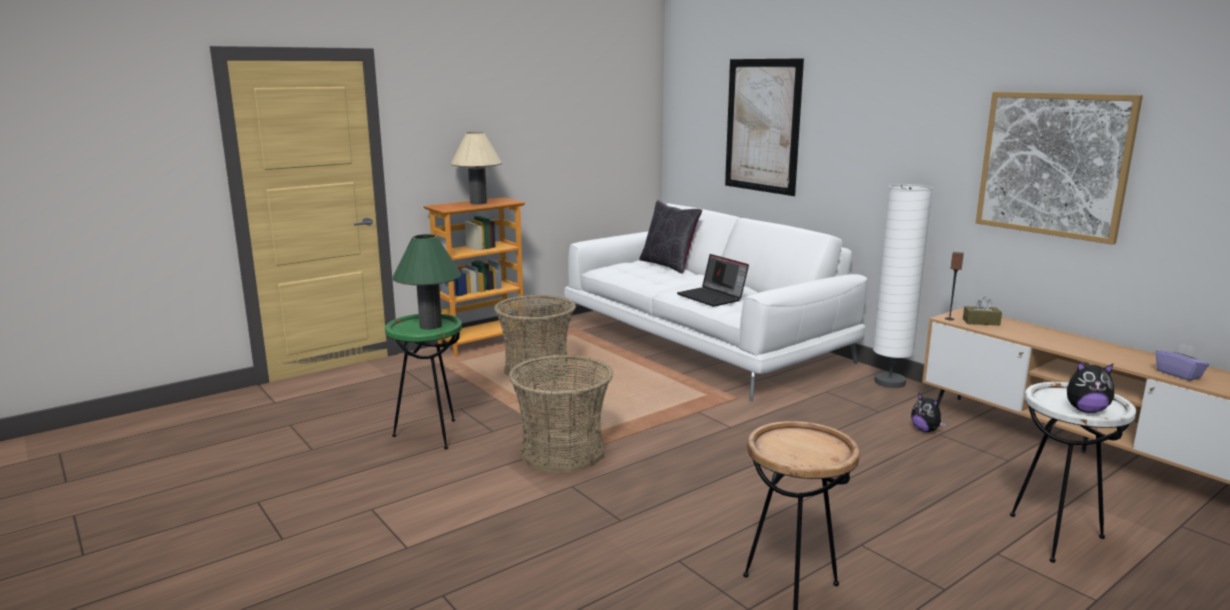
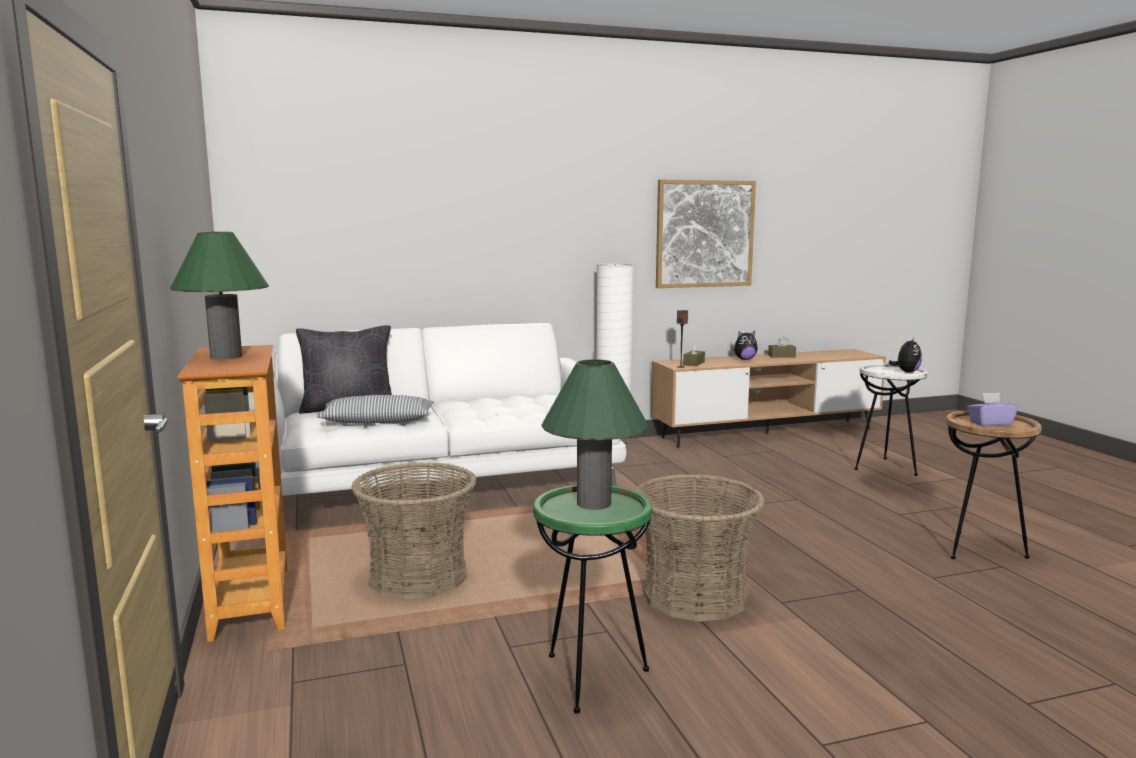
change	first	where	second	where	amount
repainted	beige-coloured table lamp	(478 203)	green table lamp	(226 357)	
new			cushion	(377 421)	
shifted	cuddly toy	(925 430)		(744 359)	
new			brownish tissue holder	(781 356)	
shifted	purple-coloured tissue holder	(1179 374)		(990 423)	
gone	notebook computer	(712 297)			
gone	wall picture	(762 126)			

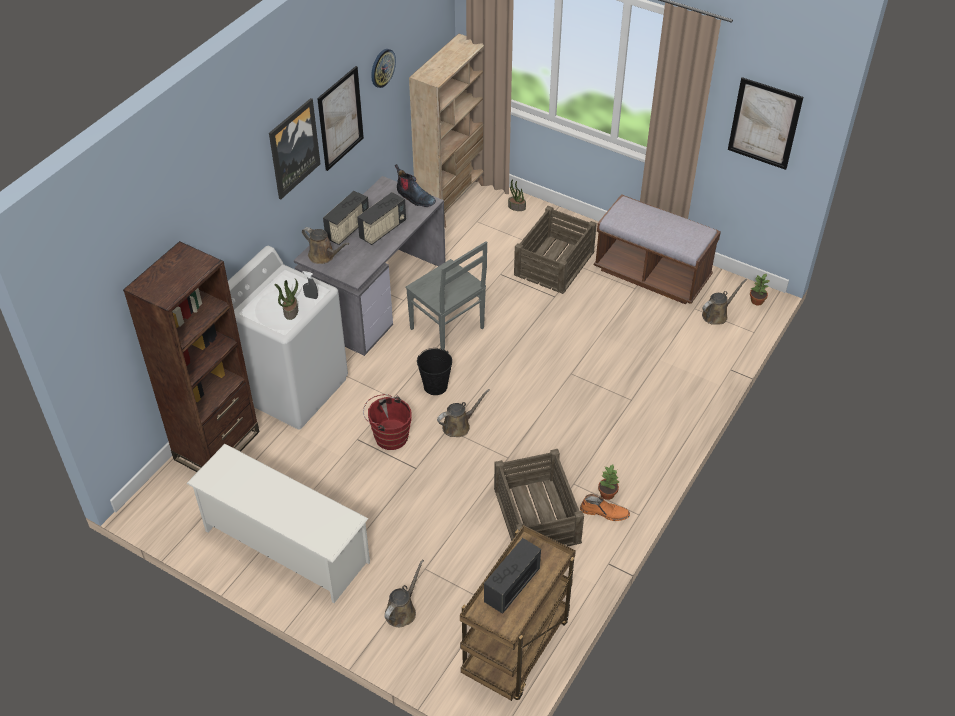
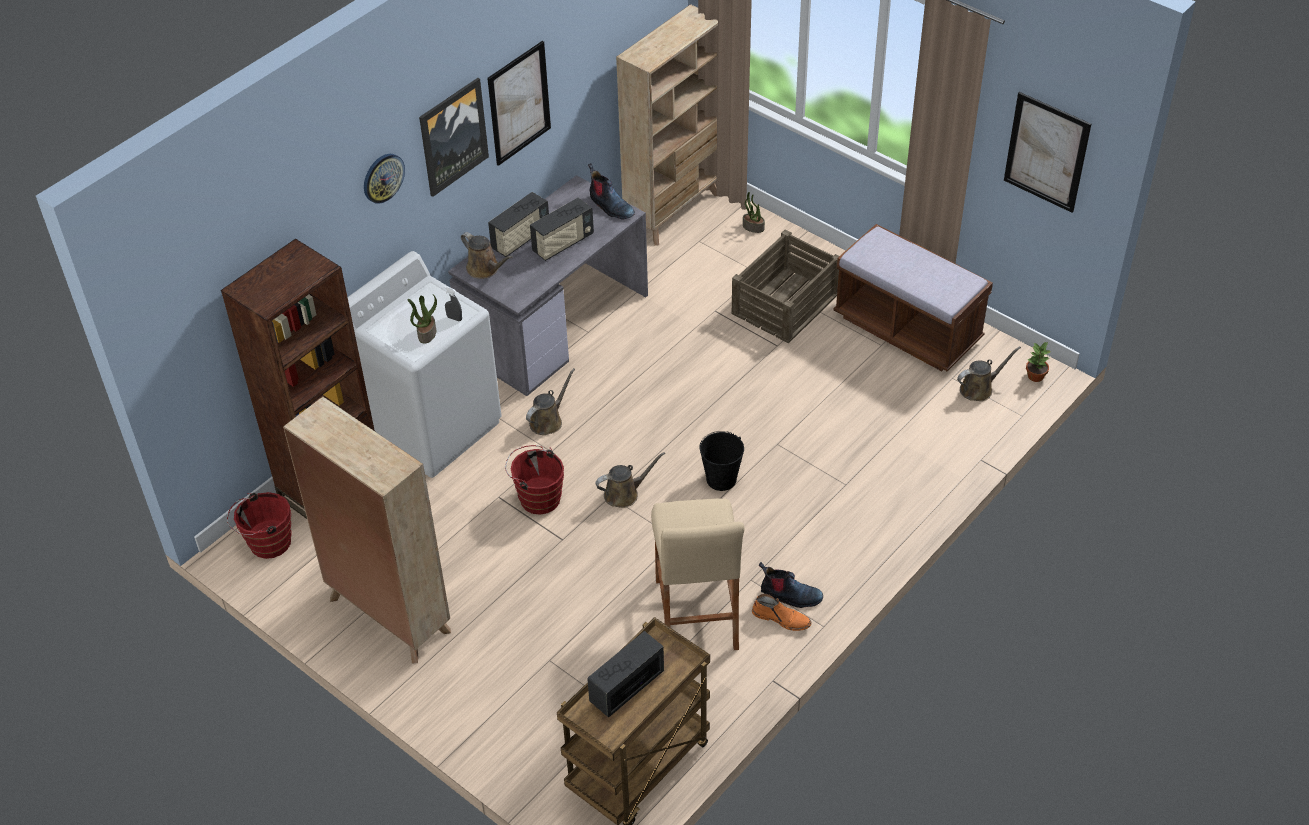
change	first	where	second	where	amount
new			red bucket	(266 543)	
swapped	white shoe rack	(285 546)	beige-coloured bookshelf	(389 614)	
shifted	wall clock	(382 67)		(383 177)	
shifted	brownish sprinkling can	(402 611)		(548 421)	
swapped	packing crate	(536 516)	beige-coloured stool seat	(696 613)	
shifted	black bucket	(435 386)		(721 479)	
swapped	potted plant	(607 493)	tall boot	(790 596)	
gone	greyish plain chair	(448 329)			

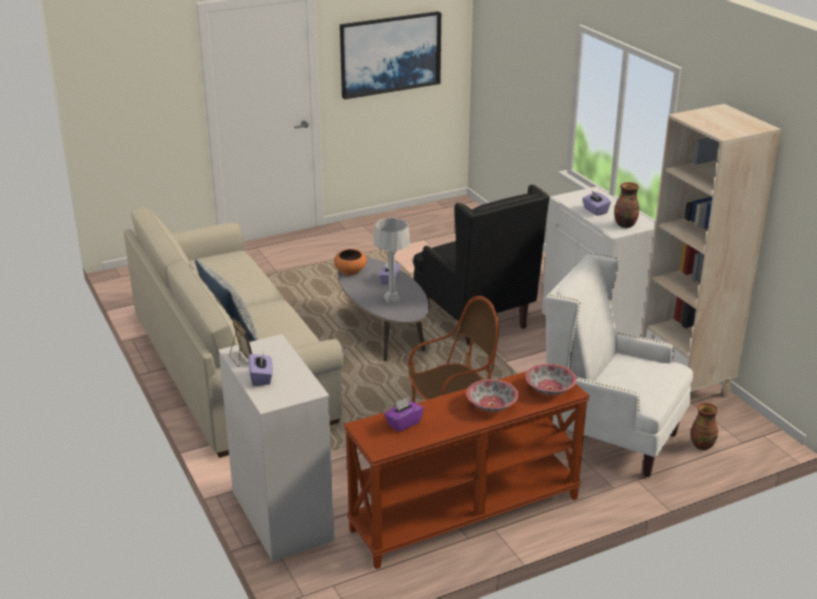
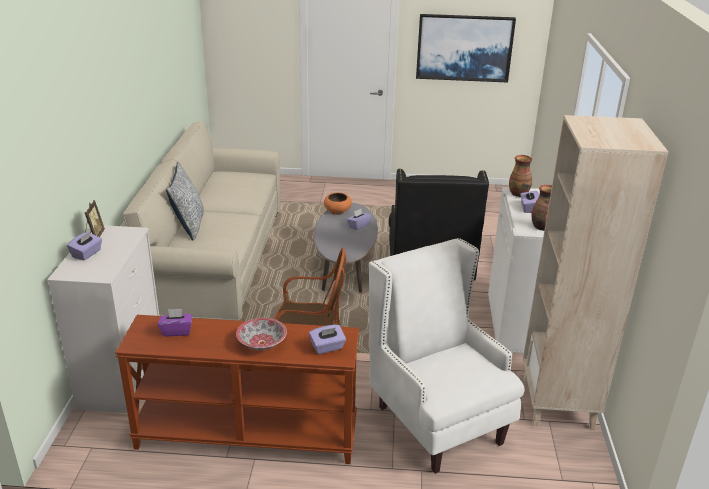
change	first	where	second	where	amount
swapped	deep dish	(549 388)	purple-coloured tissue holder	(327 347)	
shifted	vase	(702 445)		(519 194)	
gone	greyish table lamp	(392 299)			

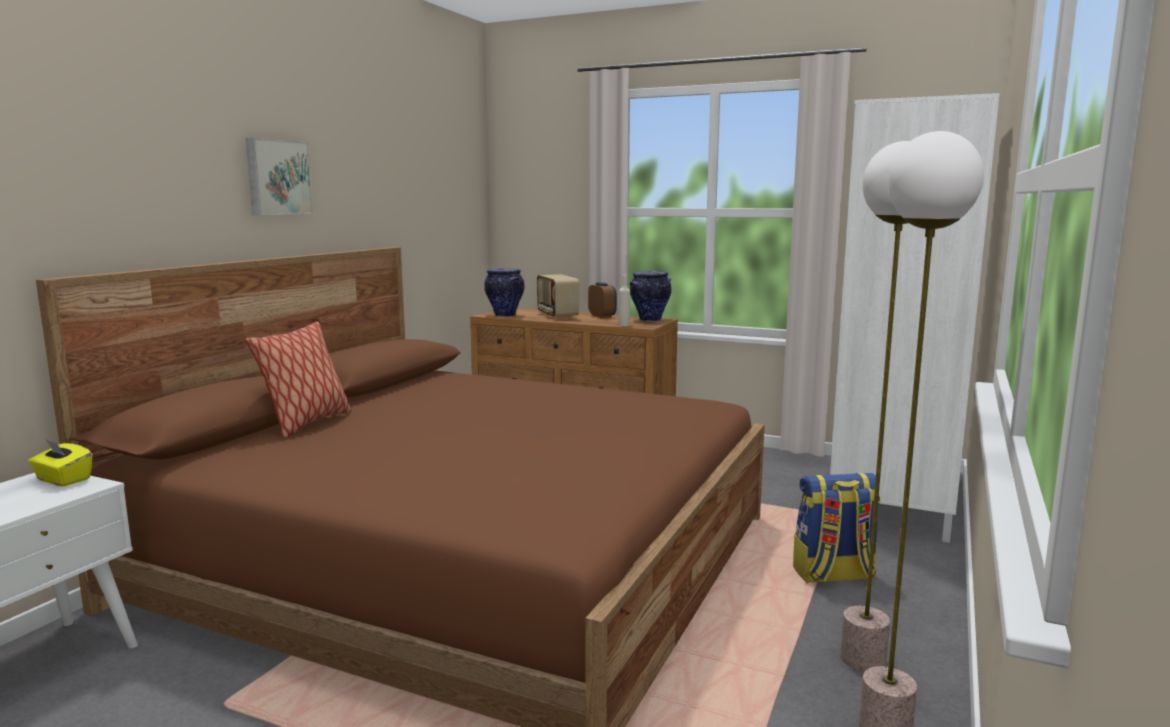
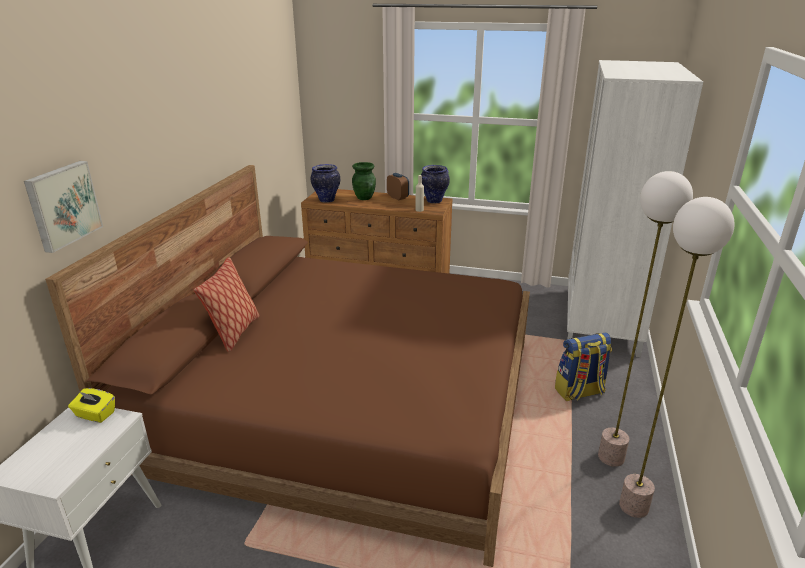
change	first	where	second	where	amount
shifted	wall picture	(277 177)		(62 205)	
swapped	radio receiver	(557 315)	green vase	(364 198)	

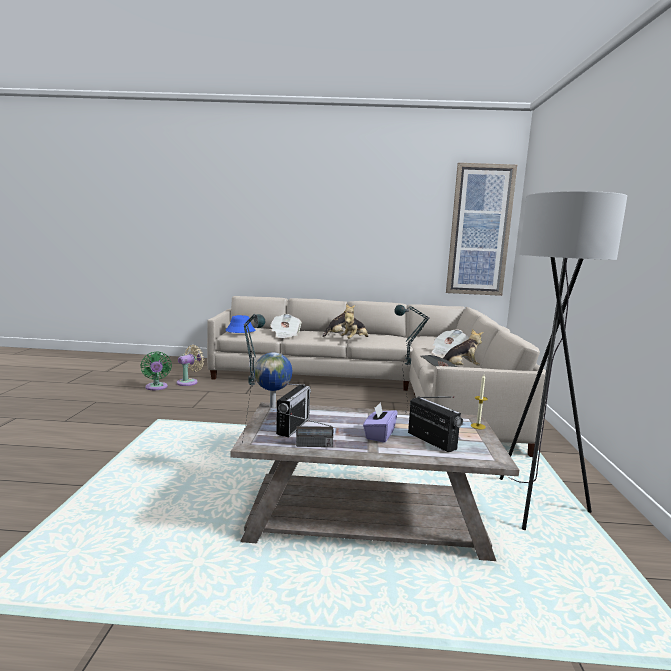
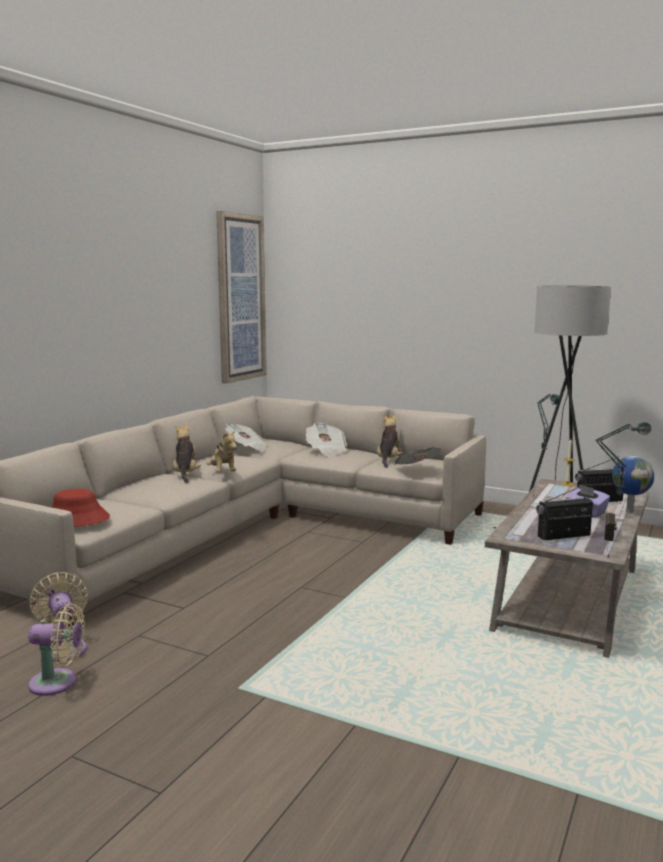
change	first	where	second	where	amount
repainted	green cooling fan	(156 387)	beige-coloured cooling fan	(58 683)	
repainted	blue-coloured hat	(240 331)	red hat	(76 519)	
shifted	printed paper	(285 335)		(247 448)	
rotated	radio receiver	(293 426)		(564 536)	60 degrees counterclockwise
shifted	desk globe	(273 406)		(629 511)	

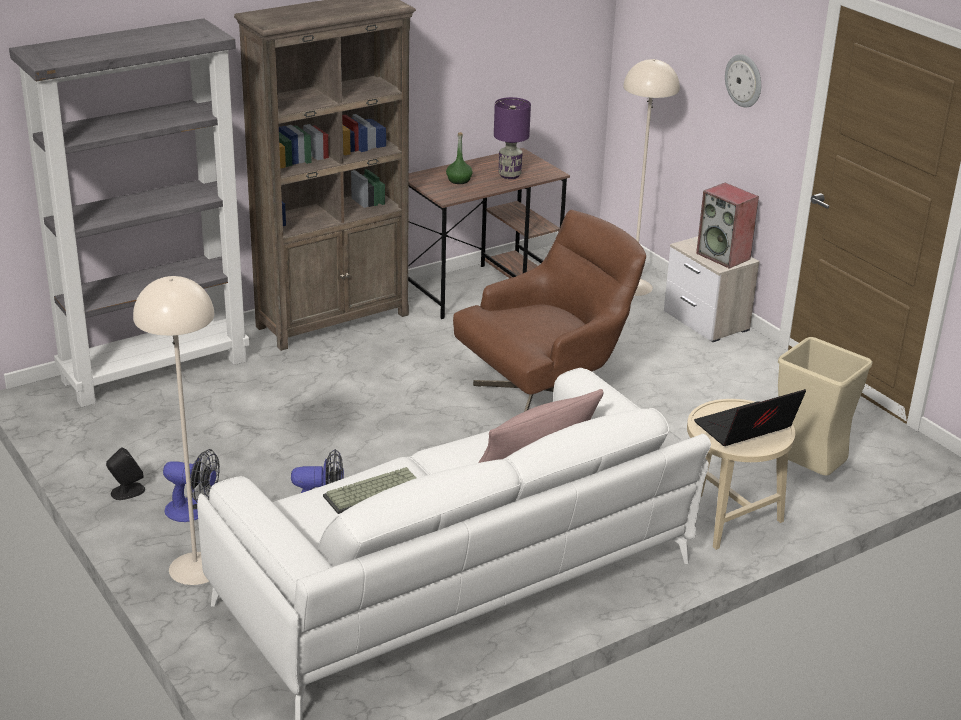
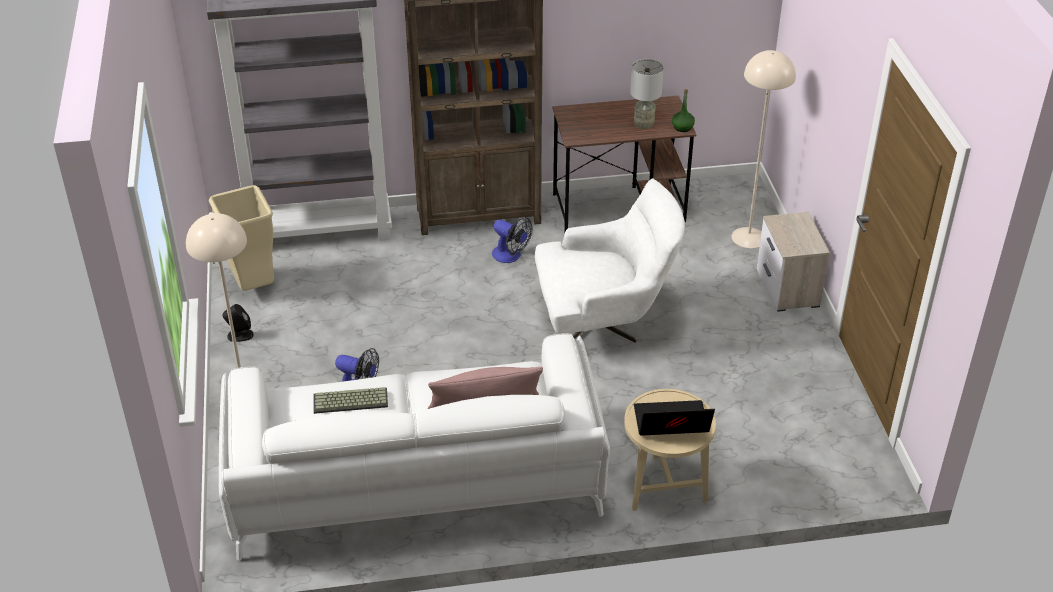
change	first	where	second	where	amount
shifted	beige-coloured trash can	(807 473)		(253 286)	
shifted	cooling fan	(193 511)		(510 256)	
repainted	brownish easy chair	(546 386)	white easy chair	(604 321)	
repainted	purple-coloured table lamp	(509 175)	greyish table lamp	(644 124)	
shifted	green bottle	(459 180)		(682 127)	
gone	audio speaker	(724 256)			
gone	wall clock	(744 80)			

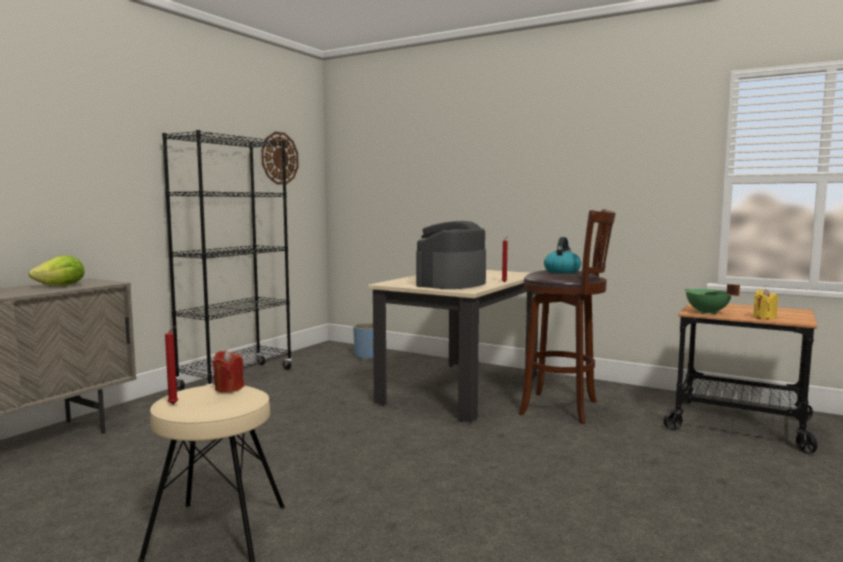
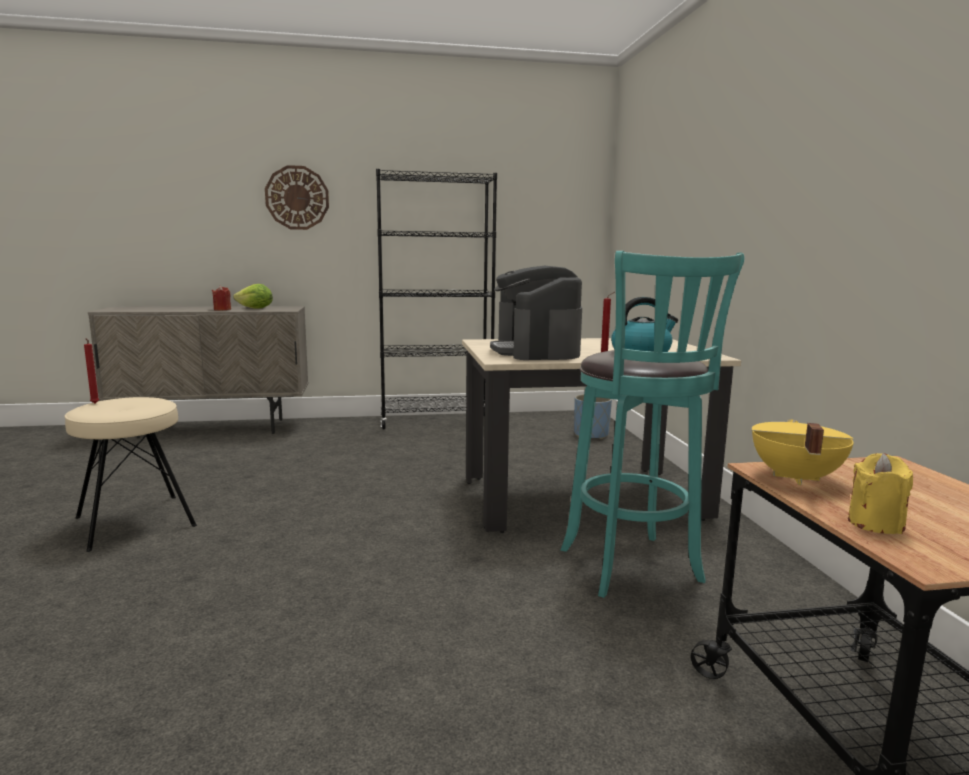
change	first	where	second	where	amount
shifted	red wax candle	(229 388)		(222 309)	
shifted	wall clock	(279 158)		(297 198)	
rotated	coffee machine	(451 283)		(536 351)	90 degrees counterclockwise
repainted	brownish stool seat	(563 408)	turquoise stool seat	(633 568)	
repainted	green stockpot	(707 313)	yellowish stockpot	(794 478)	

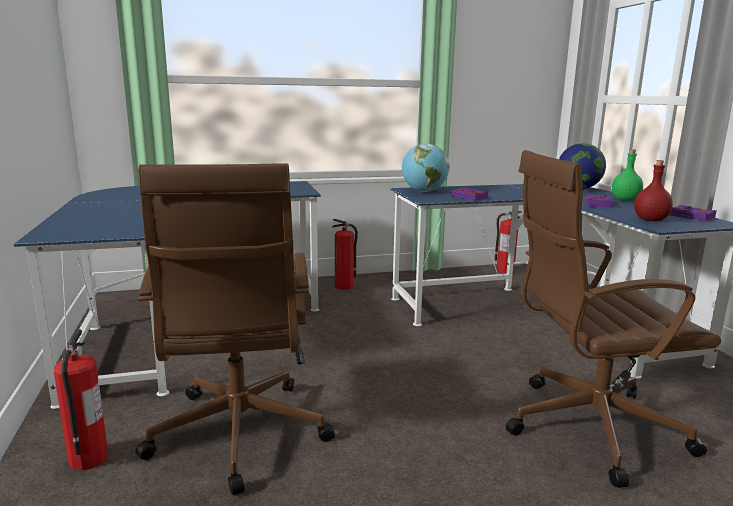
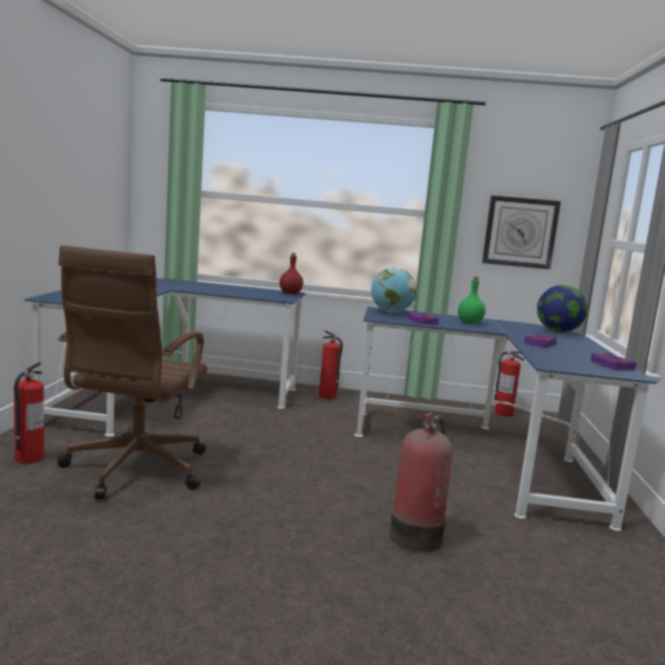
change	first	where	second	where	amount
shifted	red bottle	(650 220)		(290 293)	
swapped	brownish computer chair	(588 427)	extinguisher	(417 536)	
shifted	green bottle	(625 200)		(469 323)	
new			wall clock	(520 232)	

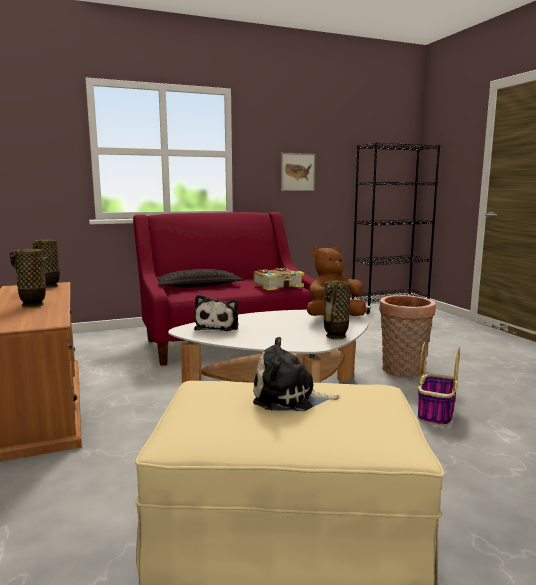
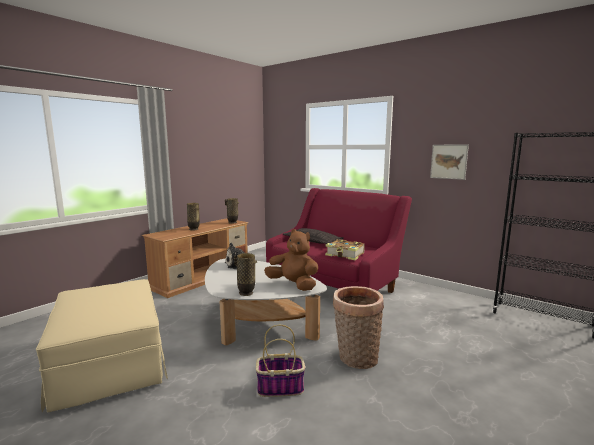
change	first	where	second	where	amount
gone	cuddly toy	(289 398)			

